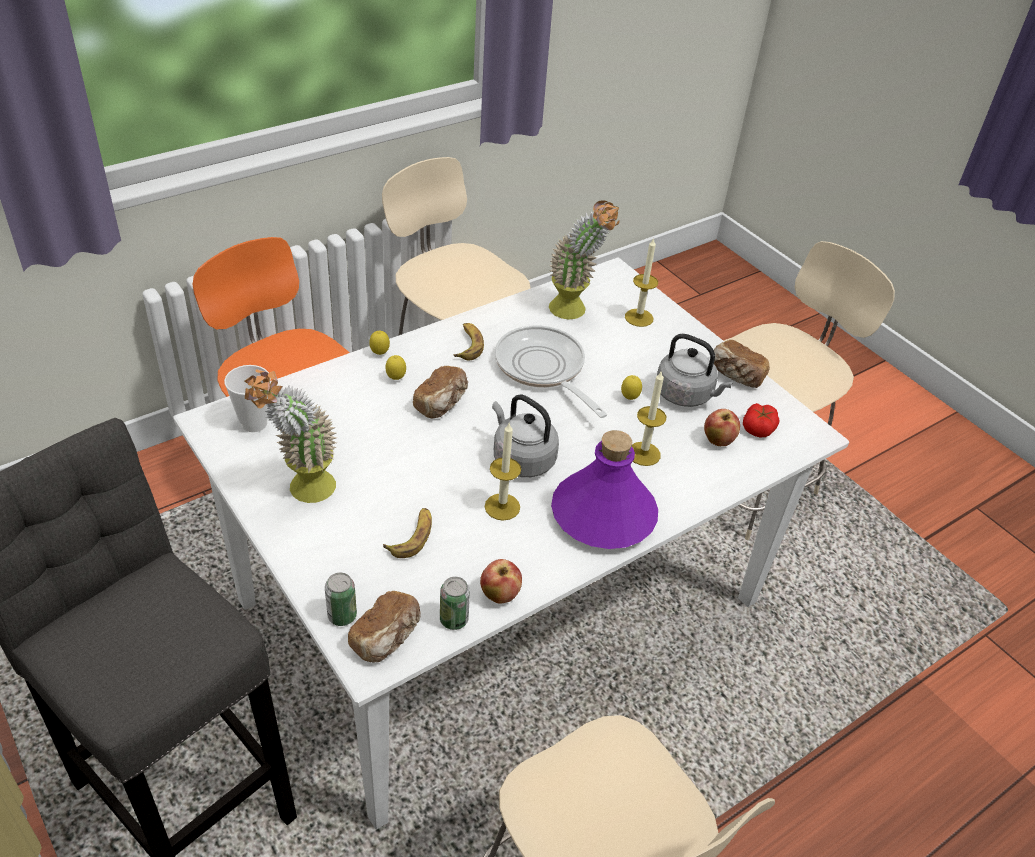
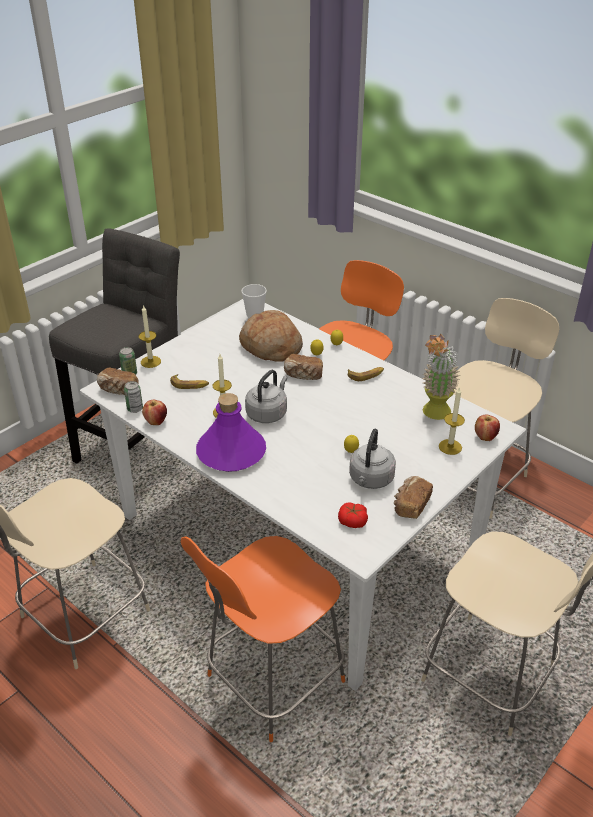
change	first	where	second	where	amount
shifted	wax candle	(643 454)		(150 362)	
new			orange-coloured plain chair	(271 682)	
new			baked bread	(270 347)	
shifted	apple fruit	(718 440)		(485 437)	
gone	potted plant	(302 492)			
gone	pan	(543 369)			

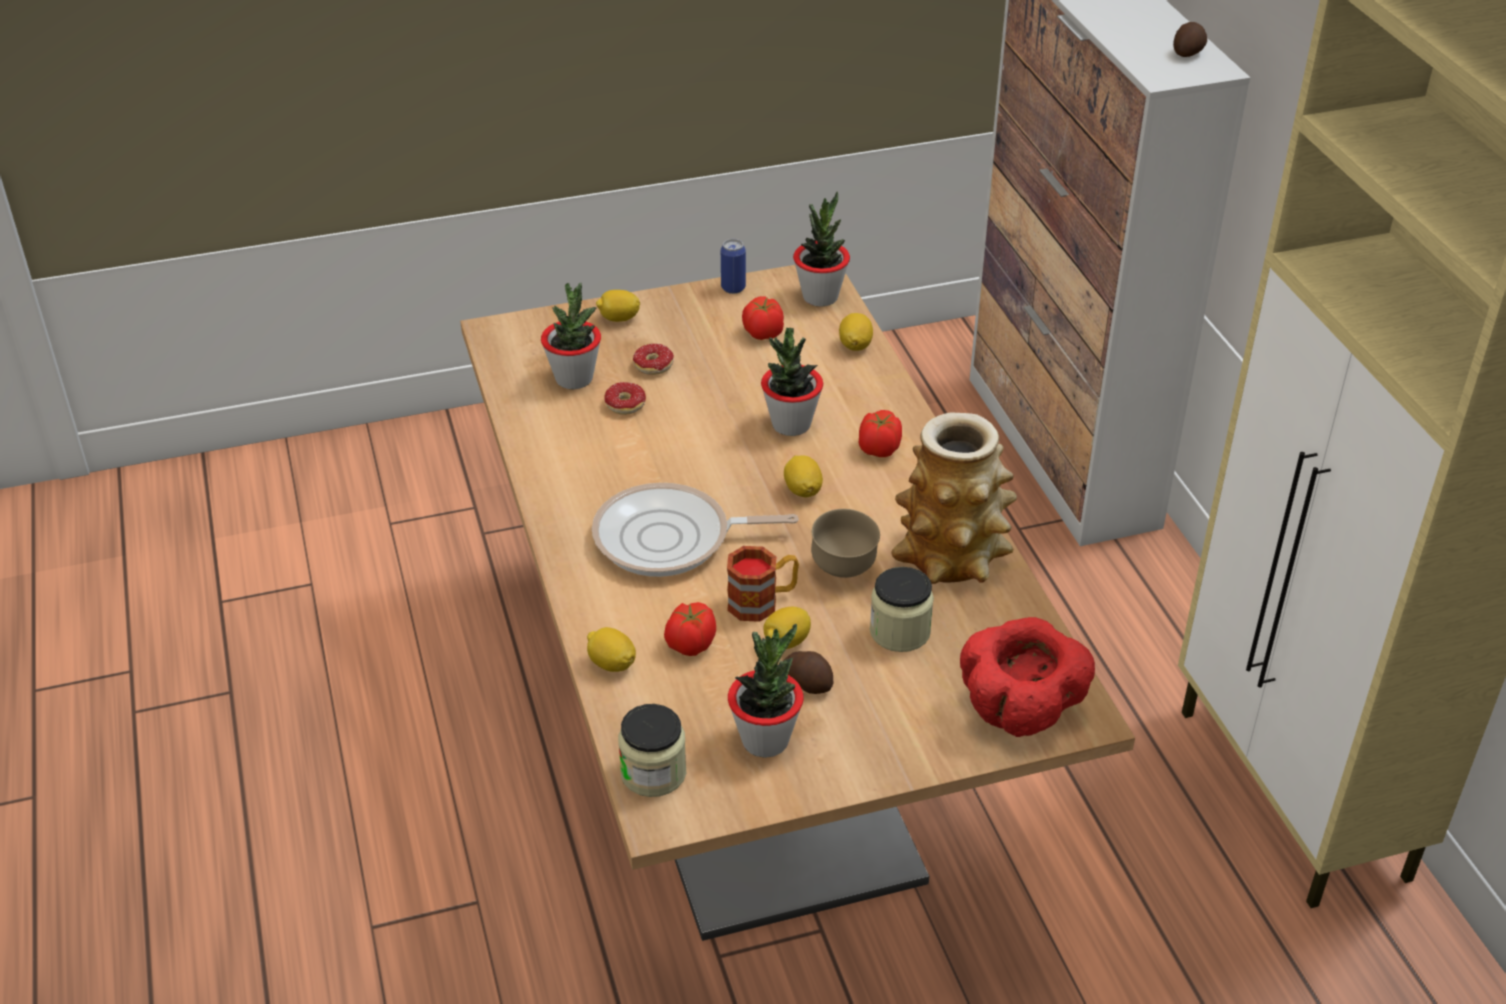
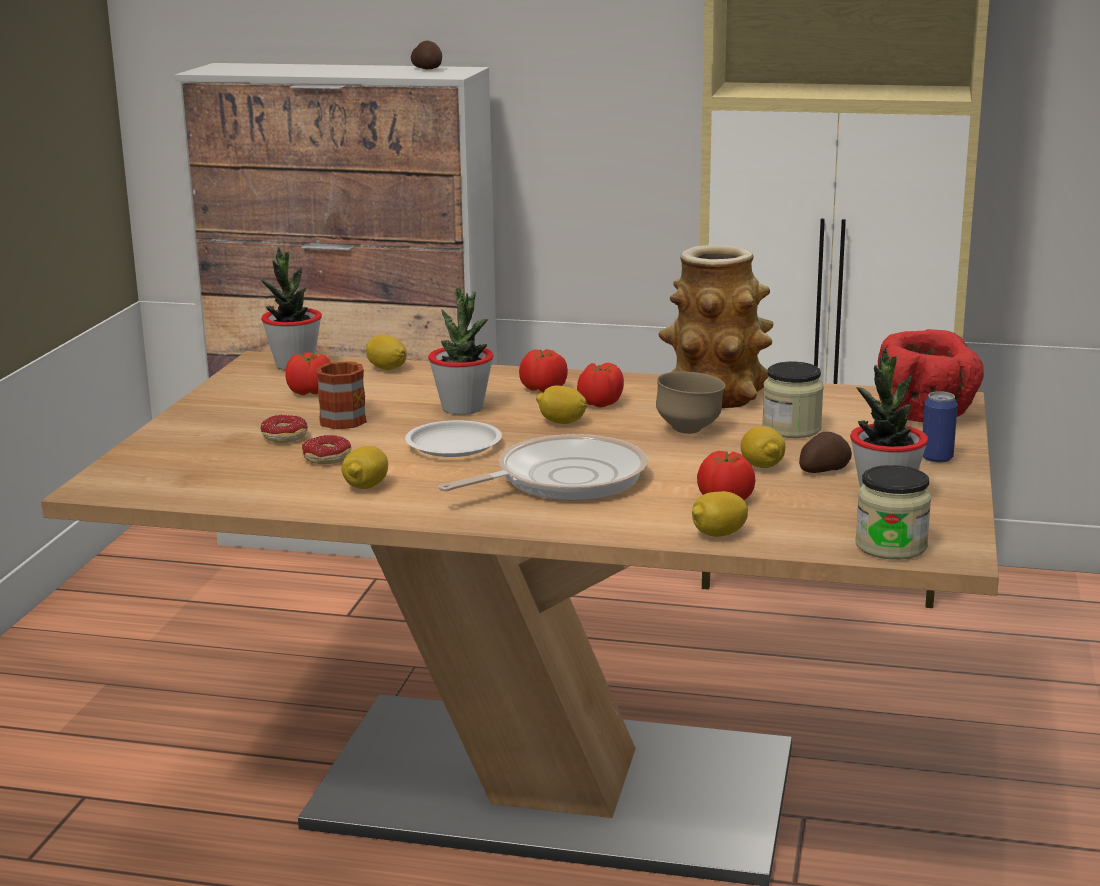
change	first	where	second	where	amount
shifted	coffee mug	(762 602)		(346 417)	
shifted	citrus fruit	(619 319)		(366 486)	
new			white flat dish	(454 445)	
rotated	pan	(670 539)		(563 479)	150 degrees counterclockwise
new			tomato	(599 403)	
shifted	sealed can	(733 288)		(937 458)	
gone	potted plant	(574 379)			

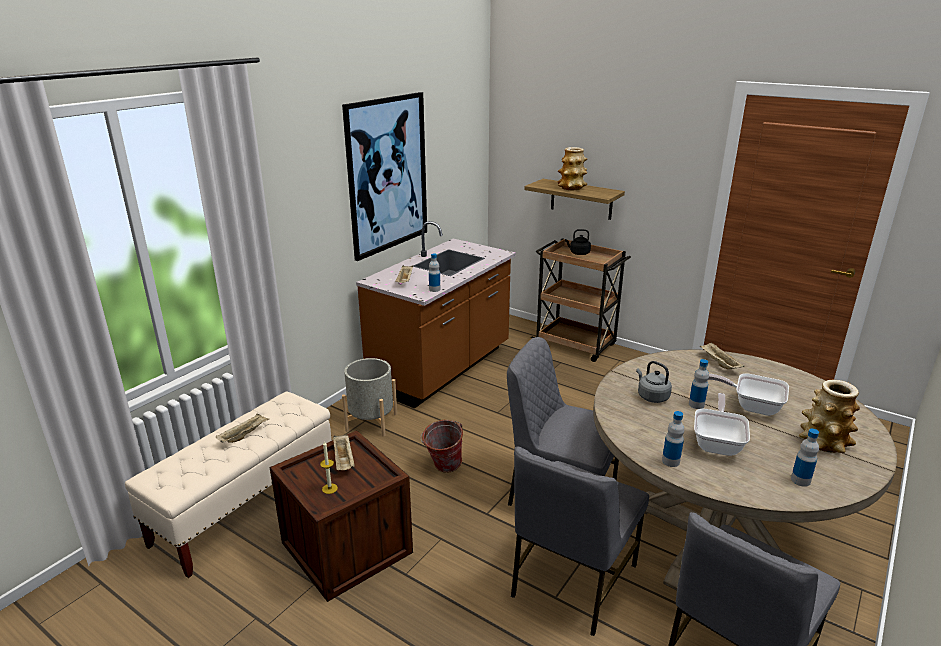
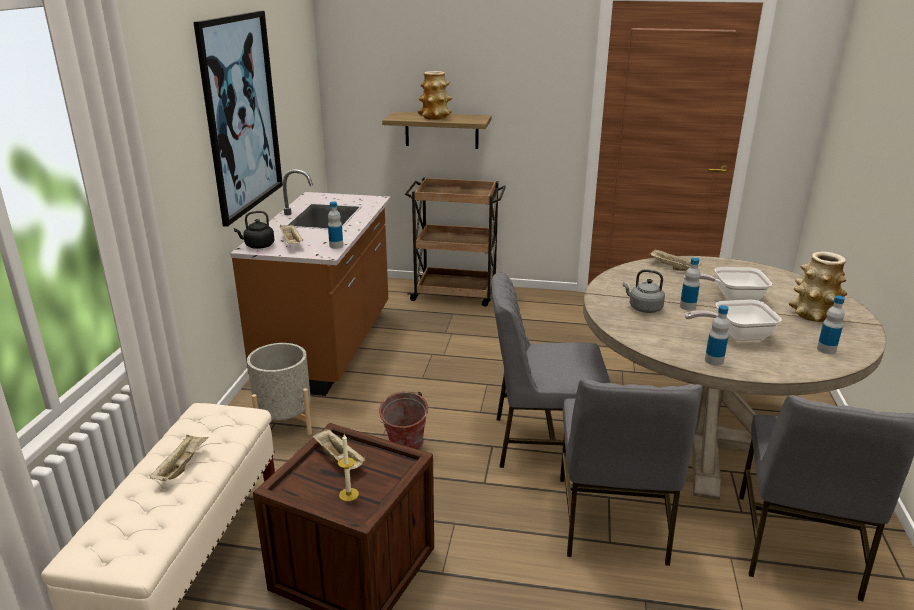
change	first	where	second	where	amount
shifted	black kettle	(578 253)		(258 246)	
rotated	pan	(718 443)		(736 335)	90 degrees counterclockwise

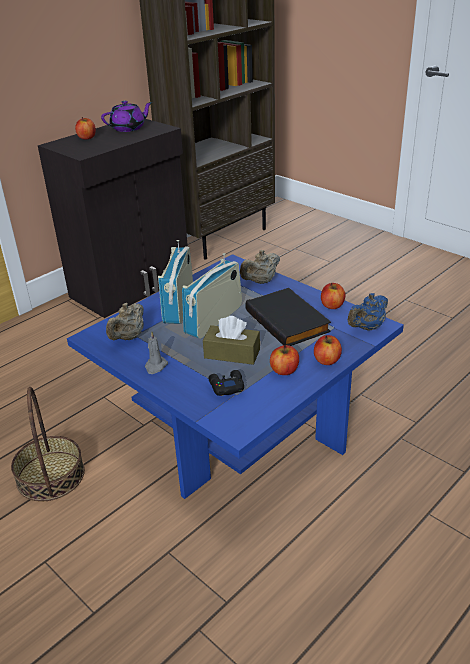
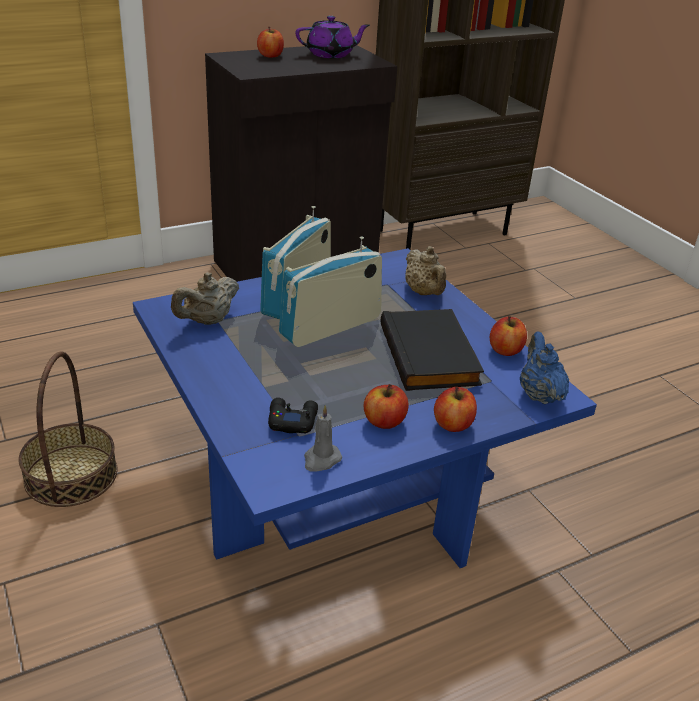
change	first	where	second	where	amount
shifted	greyish wax candle	(155 366)		(321 460)	
rotated	beige-coloured pot for tea	(260 281)		(424 293)	90 degrees counterclockwise
rotated	blue-coloured pot for tea	(367 327)		(539 394)	105 degrees clockwise
gone	brownish tissue holder	(232 353)			

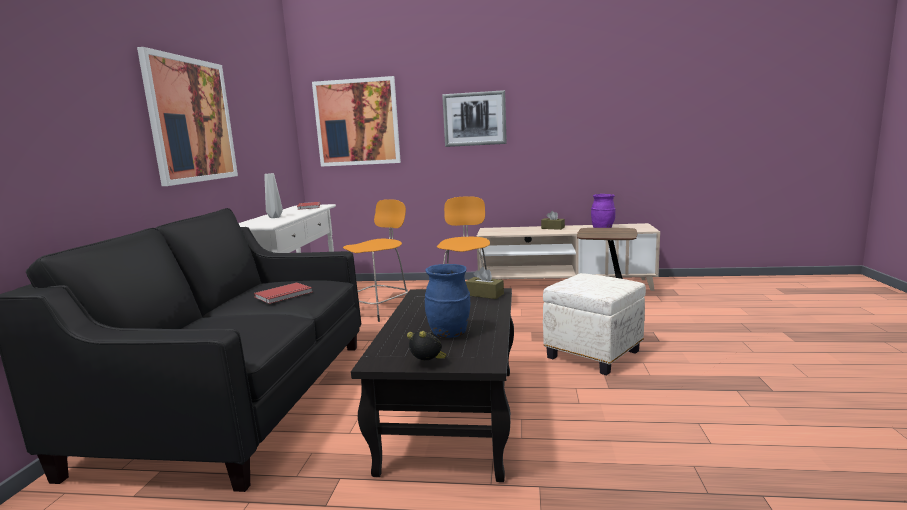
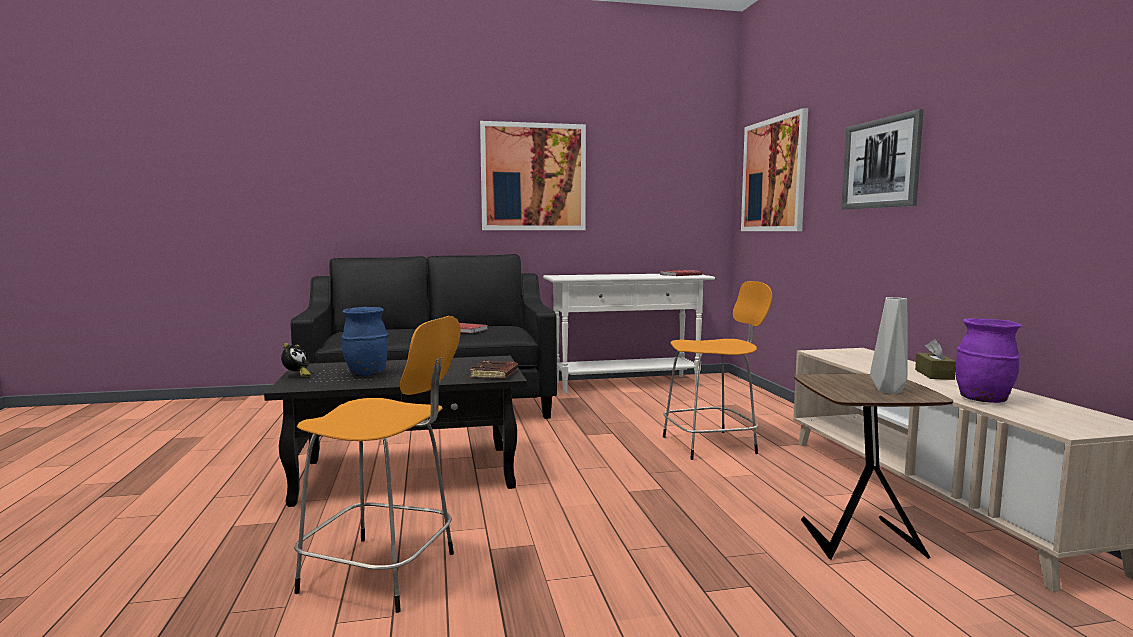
change	first	where	second	where	amount
shifted	orange-coloured stool seat	(380 310)		(384 573)	
swapped	brownish tissue holder	(484 294)	brownish book	(495 374)	
shifted	greyish vase	(274 217)		(887 391)	
gone	white pouffe	(593 353)			

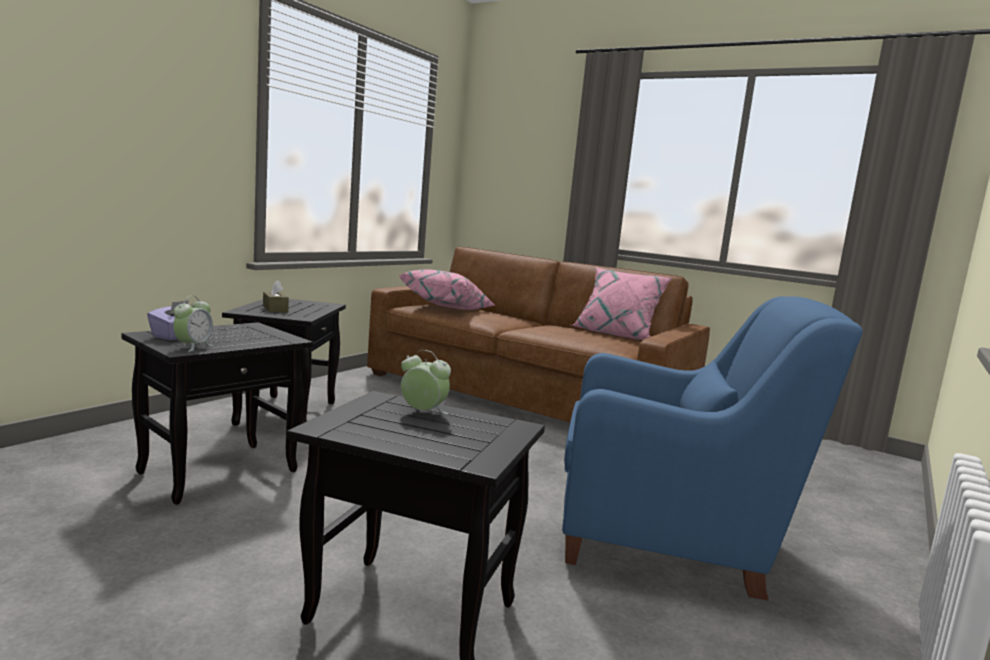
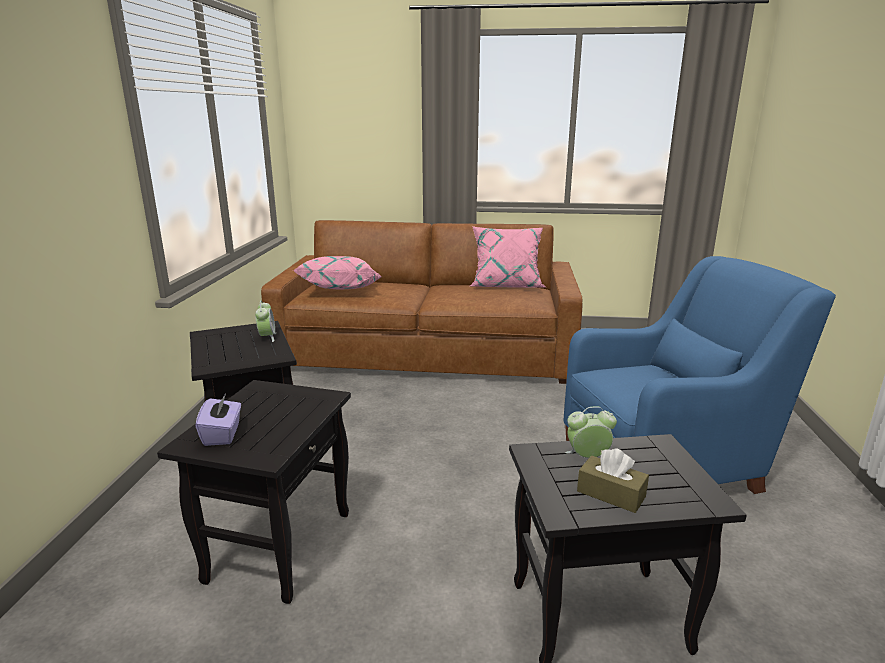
change	first	where	second	where	amount
shifted	table clock	(193 347)		(267 337)	
shifted	brownish tissue holder	(275 309)		(611 494)	

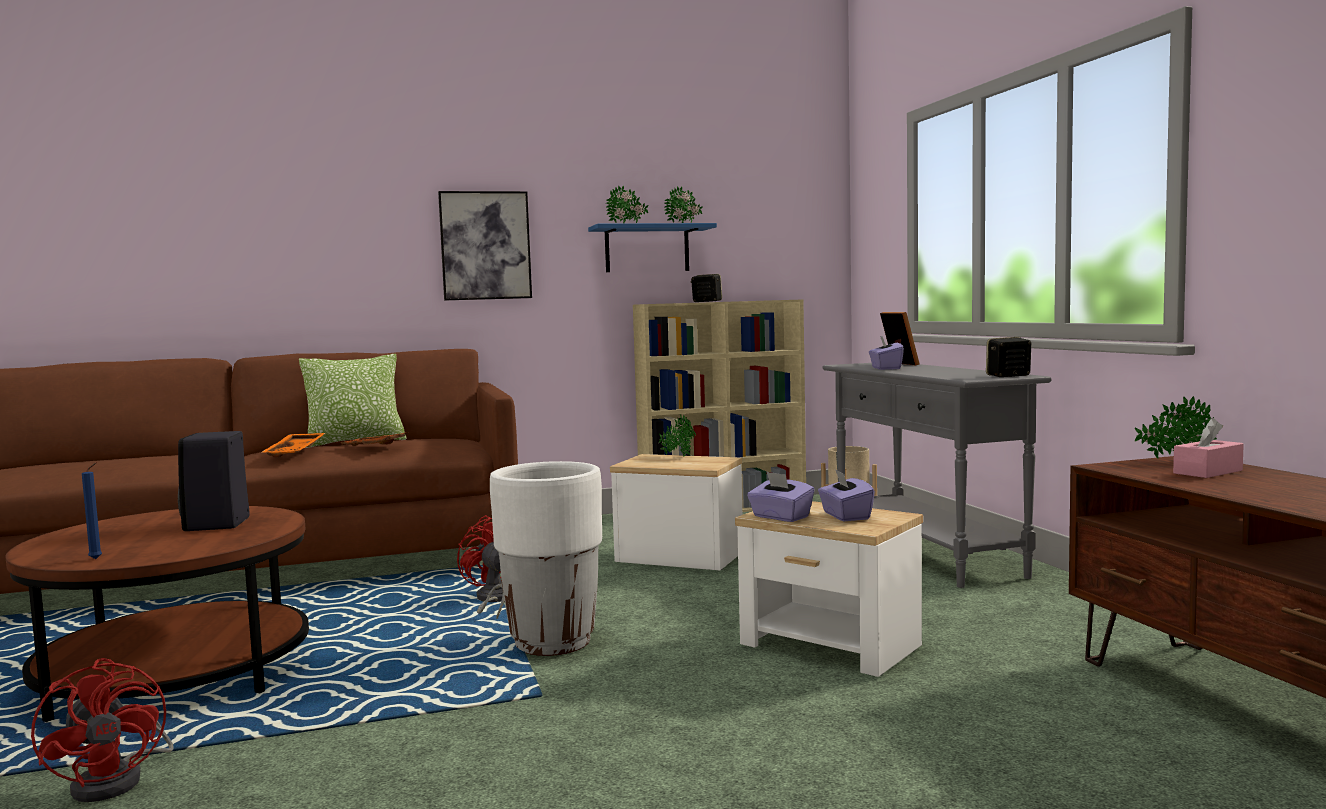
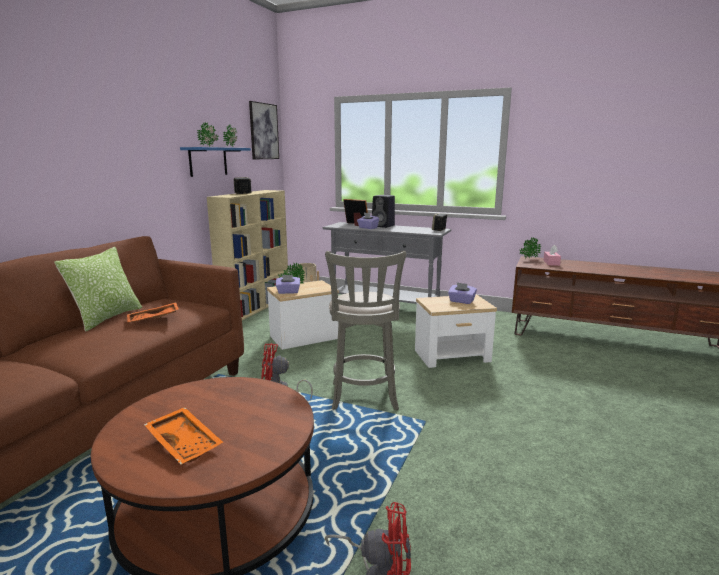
change	first	where	second	where	amount
shifted	orange-coloured serving tray	(296 452)		(185 442)	
shifted	wall picture	(485 245)		(263 131)	
shifted	purple-coloured tissue holder	(780 517)		(288 292)	
swapped	white planter	(552 642)	greyish stool seat	(364 398)	
shifted	black audio speaker	(217 525)		(384 226)	
gone	blue-coloured wax candle	(97 559)			

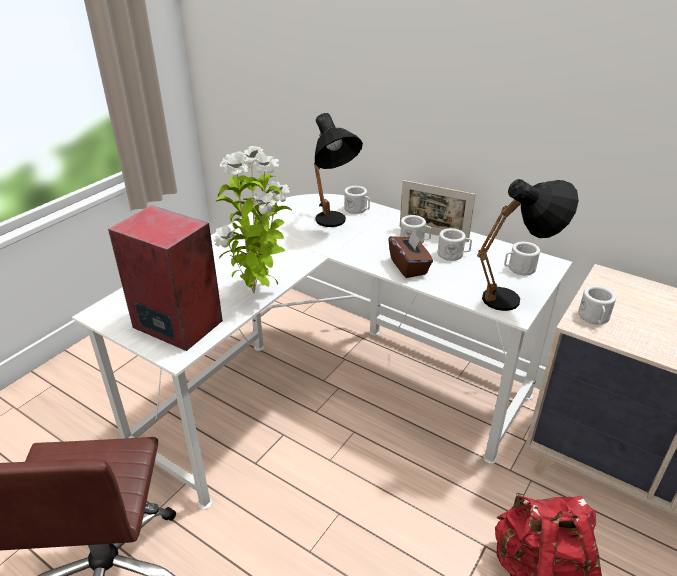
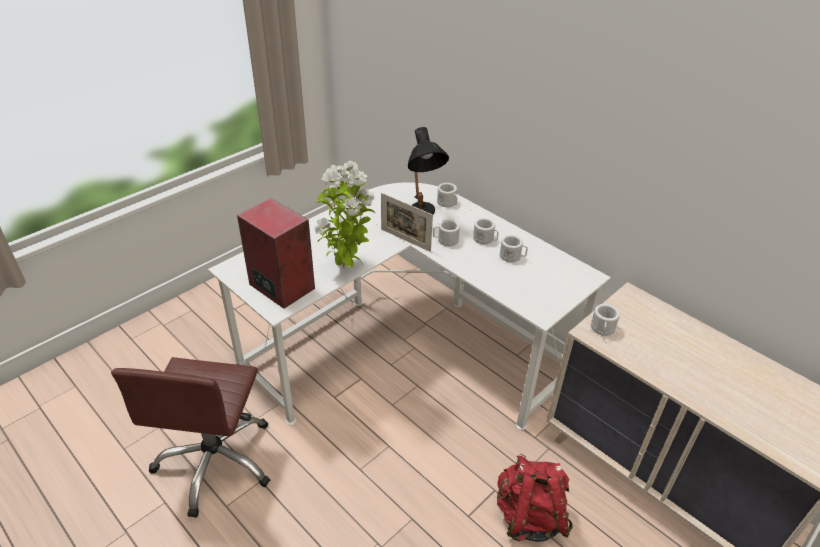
change	first	where	second	where	amount
shifted	photo frame	(433 234)		(405 240)	
shifted	white coffee mug	(518 269)		(445 240)	
gone	brownish tissue holder	(409 267)			
gone	black table lamp	(514 298)			

